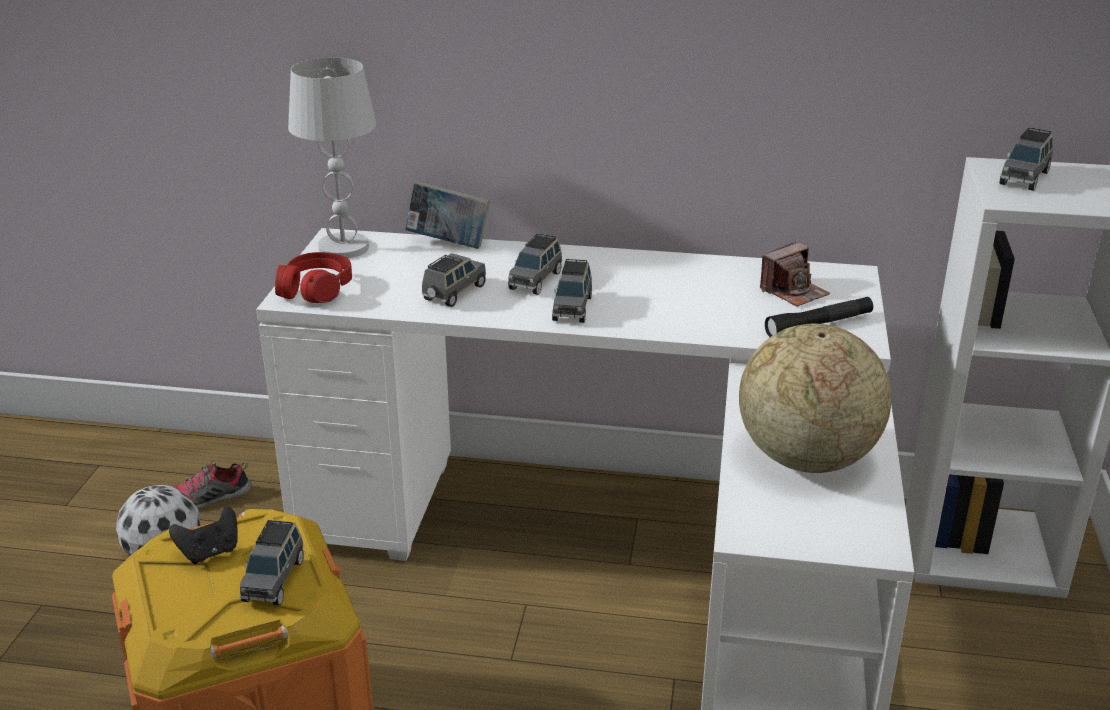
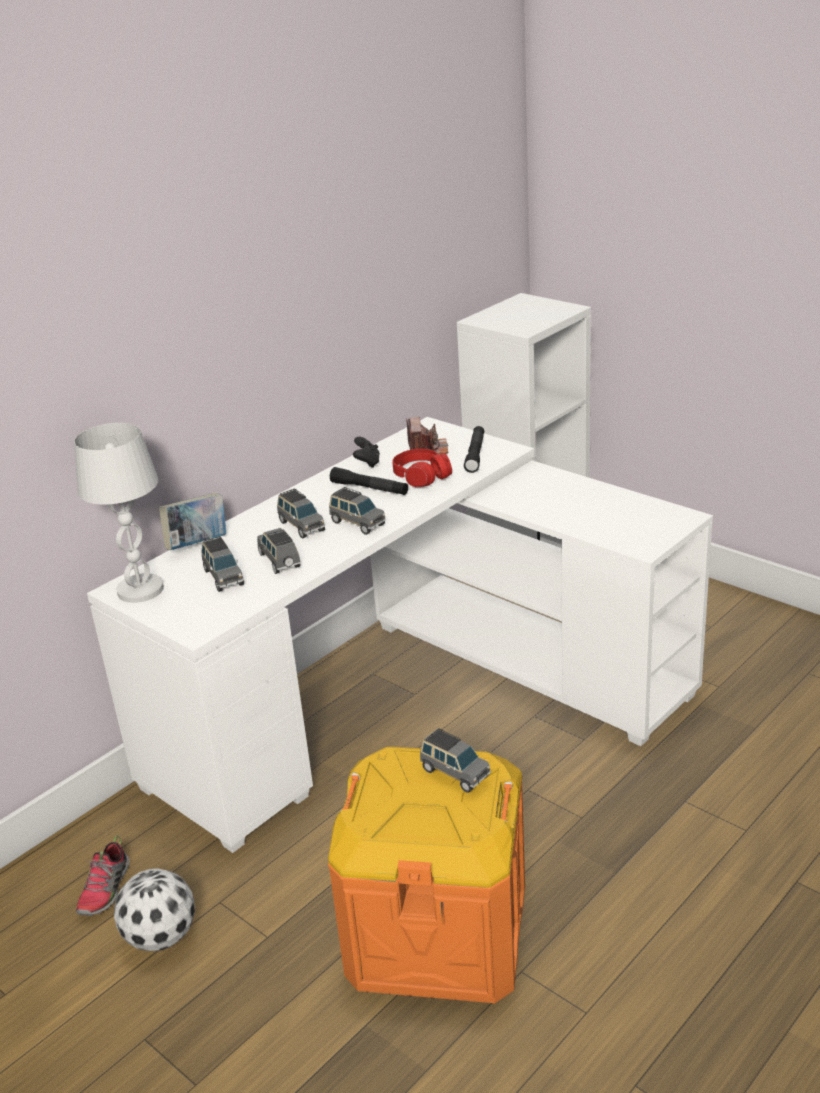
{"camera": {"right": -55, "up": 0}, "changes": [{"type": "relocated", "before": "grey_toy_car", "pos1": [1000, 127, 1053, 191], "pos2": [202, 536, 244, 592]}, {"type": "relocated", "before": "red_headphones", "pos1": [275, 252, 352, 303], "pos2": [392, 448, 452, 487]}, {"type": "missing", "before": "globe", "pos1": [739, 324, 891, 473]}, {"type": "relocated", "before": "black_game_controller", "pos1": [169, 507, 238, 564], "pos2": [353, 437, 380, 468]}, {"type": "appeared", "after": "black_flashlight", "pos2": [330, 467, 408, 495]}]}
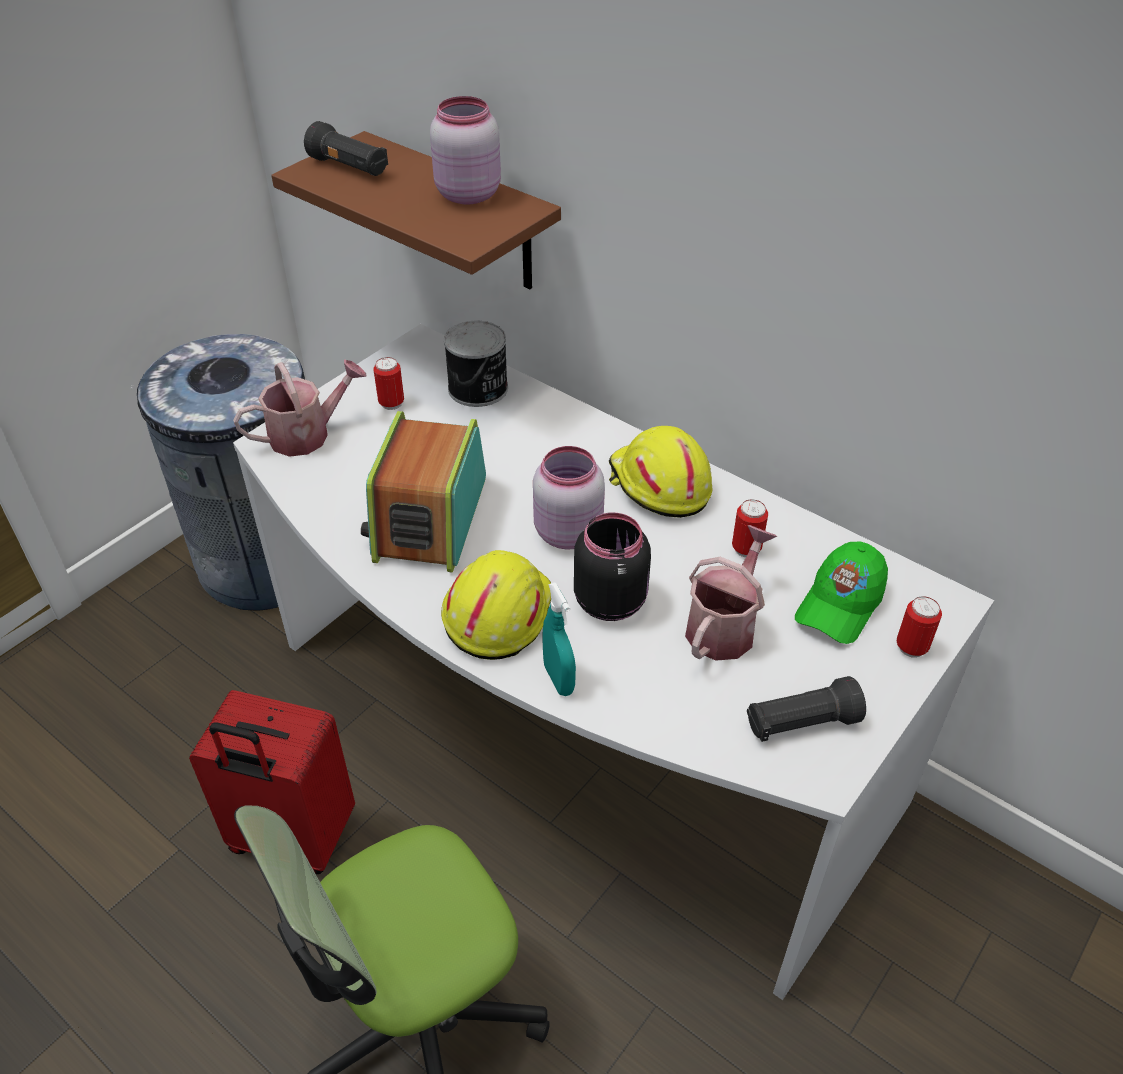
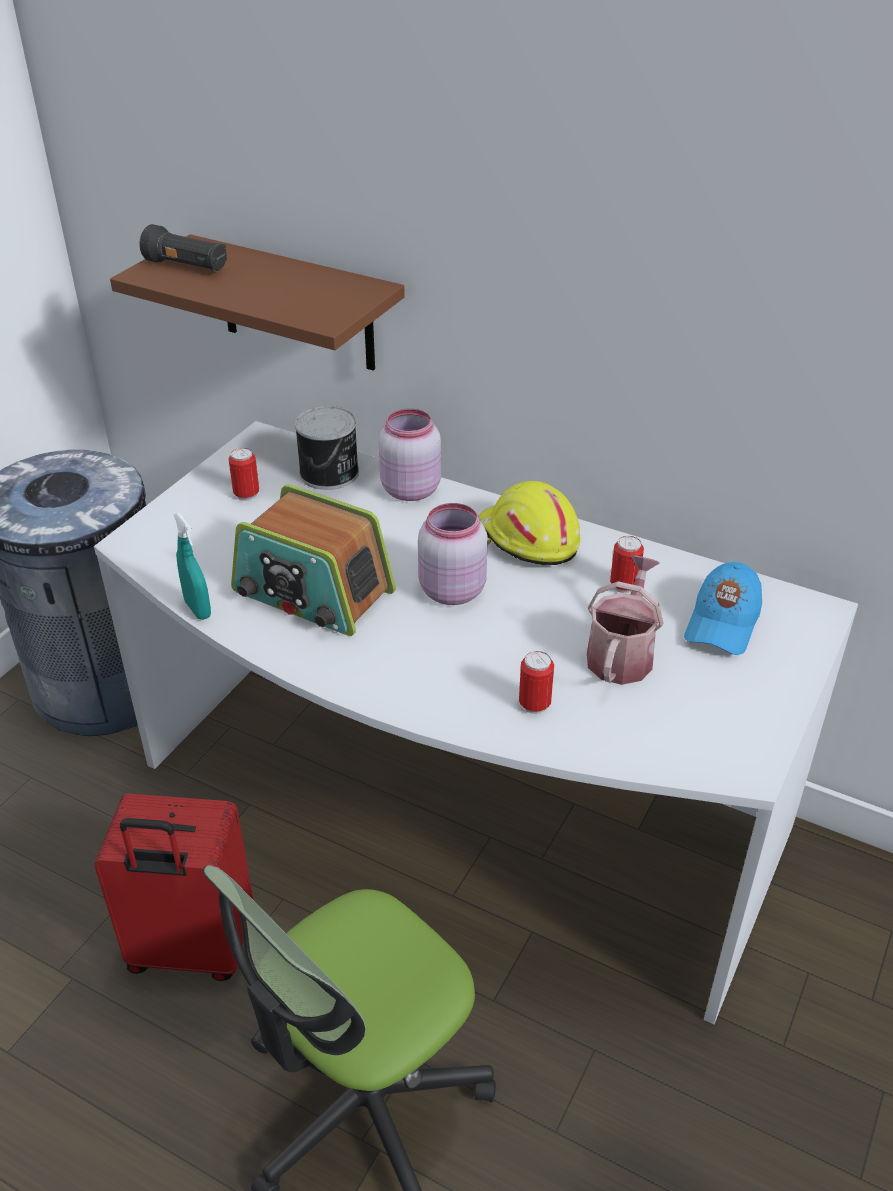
{"camera": {"right": -10, "up": -5}, "changes": [{"type": "relocated", "before": "pink_jar", "pos1": [430, 96, 501, 205], "pos2": [379, 409, 441, 501]}, {"type": "missing", "before": "watering_can", "pos1": [233, 359, 367, 457]}, {"type": "spun", "before": "radio", "pos1": [361, 411, 486, 572], "pos2": [231, 484, 396, 636], "turn": -60}, {"type": "missing", "before": "black_jar", "pos1": [574, 513, 651, 621]}, {"type": "colour", "before": "green_cap", "after": "blue_cap", "pos1": [795, 542, 888, 644], "pos2": [684, 562, 762, 655]}, {"type": "missing", "before": "yellow_hard_hat", "pos1": [441, 550, 551, 660]}, {"type": "relocated", "before": "turquoise_spray_bottle", "pos1": [543, 583, 576, 696], "pos2": [174, 512, 211, 620]}, {"type": "relocated", "before": "can", "pos1": [897, 596, 942, 658], "pos2": [519, 651, 554, 714]}, {"type": "missing", "before": "black_flashlight", "pos1": [747, 676, 866, 742]}]}
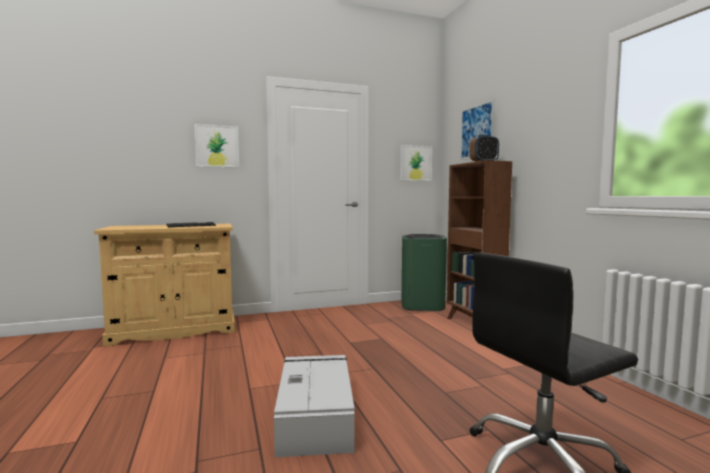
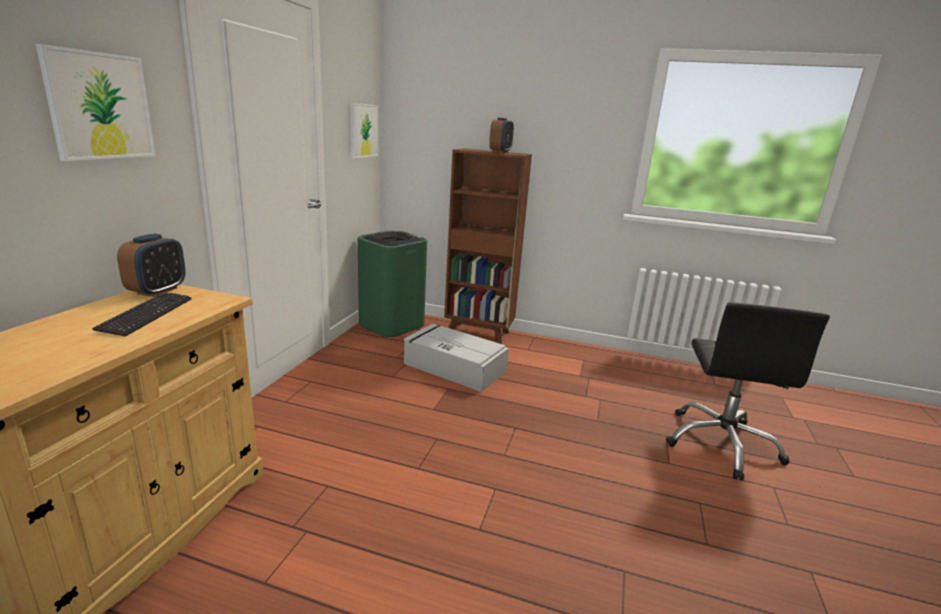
{"camera": {"right": -55, "up": 15}, "changes": [{"type": "missing", "before": "picture", "pos1": [460, 99, 495, 160]}, {"type": "relocated", "before": "grey_storage_box", "pos1": [274, 355, 355, 457], "pos2": [404, 323, 509, 392]}, {"type": "appeared", "after": "alarm_clock", "pos2": [117, 234, 186, 297]}]}
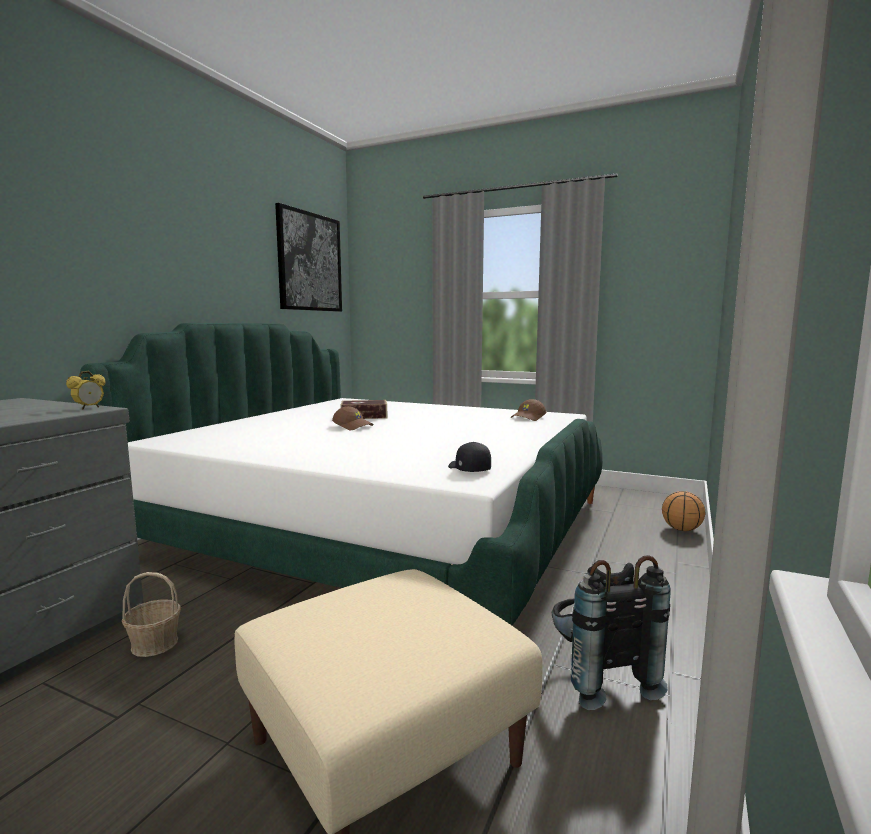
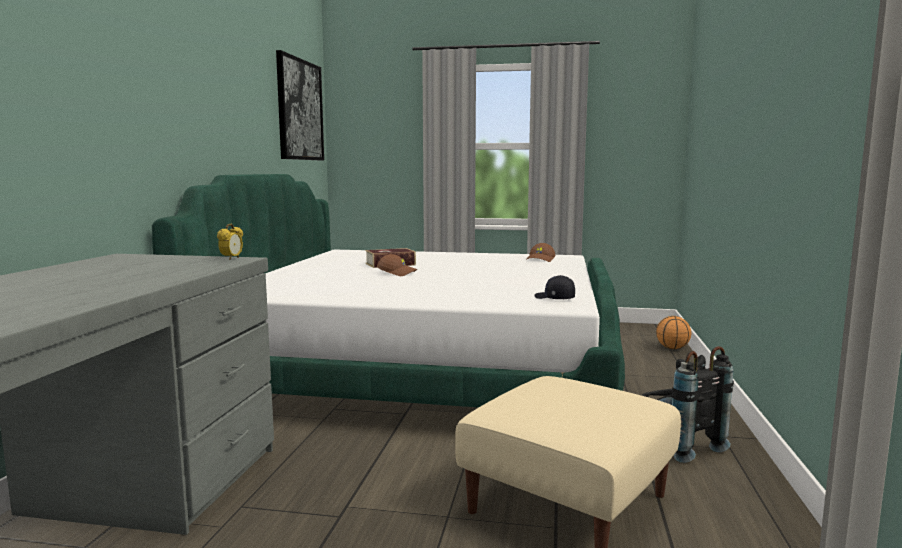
{"camera": {"right": -15, "up": 0}, "changes": [{"type": "missing", "before": "basket", "pos1": [122, 572, 181, 657]}]}
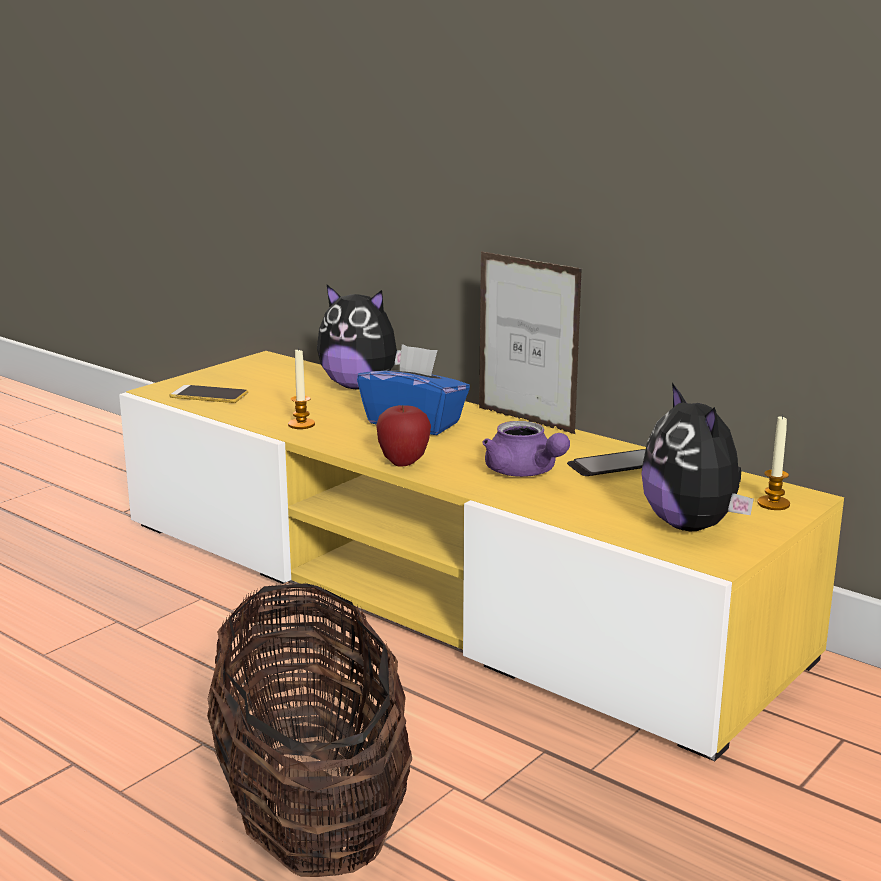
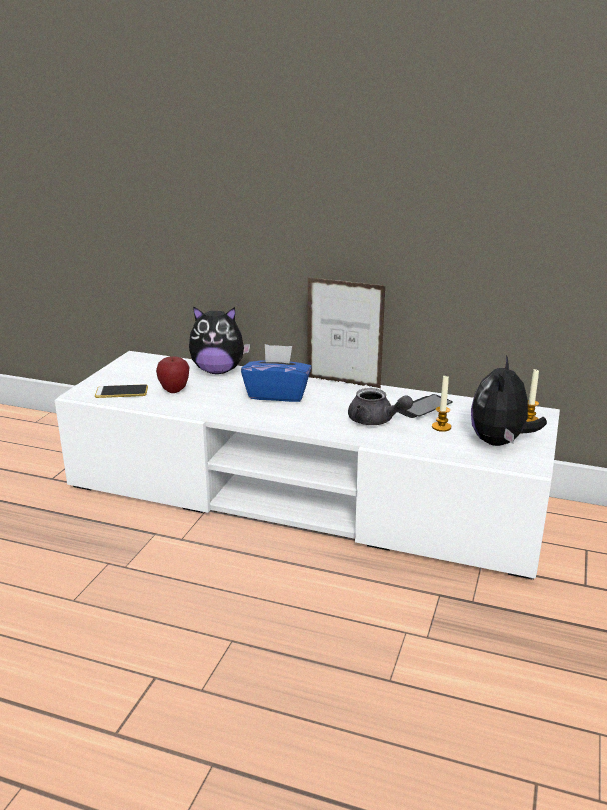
{"camera": {"right": -20, "up": 5}, "changes": [{"type": "relocated", "before": "candle", "pos1": [288, 348, 315, 429], "pos2": [432, 376, 451, 432]}, {"type": "colour", "before": "yellow_tv_stand", "after": "white_tv_stand", "pos1": [119, 351, 844, 761], "pos2": [55, 351, 560, 580]}, {"type": "spun", "before": "plush_toy", "pos1": [642, 383, 754, 531], "pos2": [471, 355, 547, 446], "turn": 60}, {"type": "relocated", "before": "apple", "pos1": [376, 405, 431, 467], "pos2": [156, 356, 189, 393]}, {"type": "colour", "before": "purple_teapot", "after": "grey_teapot", "pos1": [482, 421, 570, 477], "pos2": [348, 388, 413, 425]}, {"type": "missing", "before": "basket", "pos1": [207, 583, 412, 877]}]}
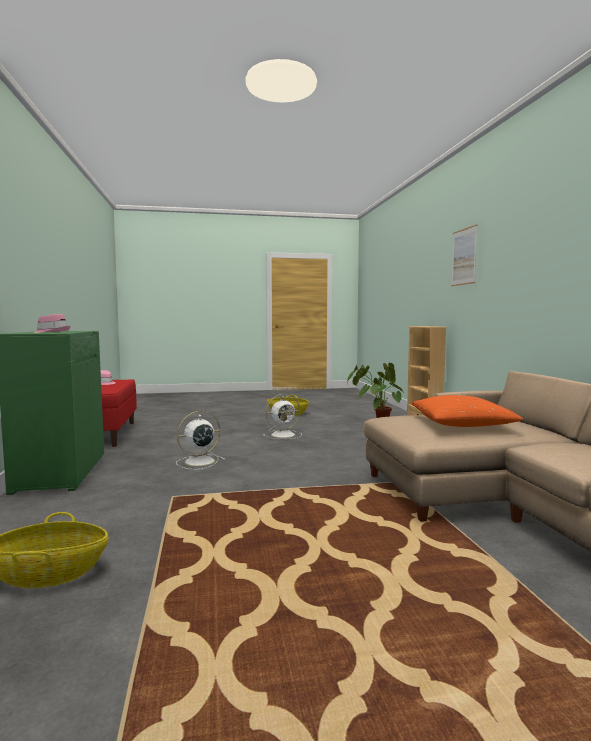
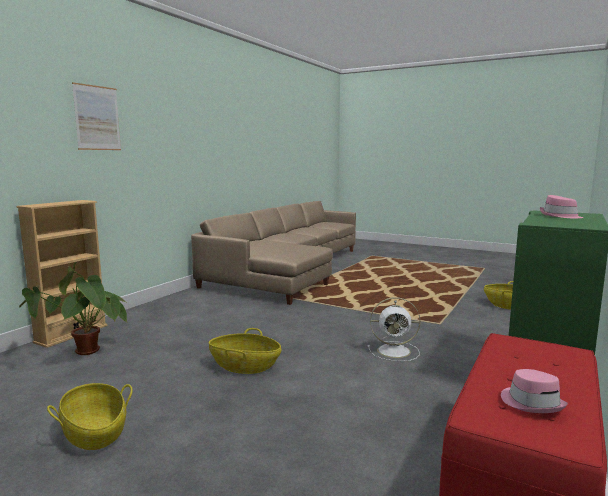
{"camera": {"right": -140, "up": 5}, "changes": [{"type": "exchanged", "before": "white_fan", "after": "basket", "pos1": [263, 394, 302, 439], "pos2": [209, 328, 281, 374]}, {"type": "missing", "before": "orange_pillow", "pos1": [411, 395, 524, 427]}]}
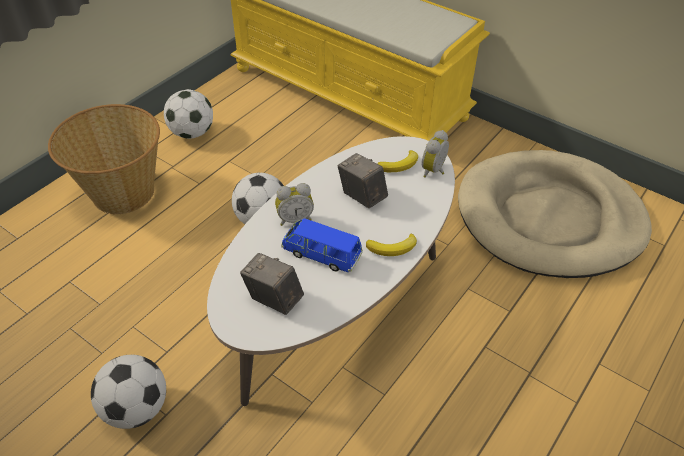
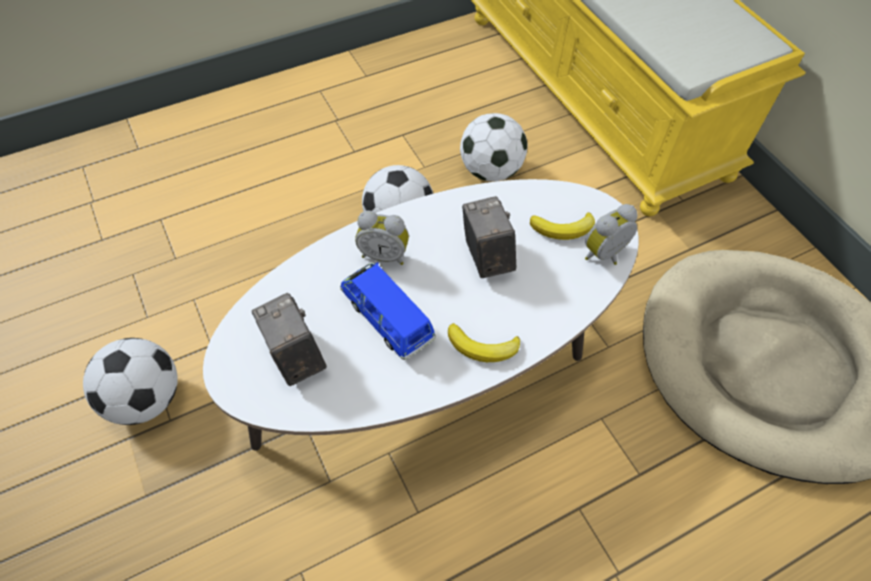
{"camera": {"right": 25, "up": 10}, "changes": [{"type": "relocated", "before": "football", "pos1": [164, 89, 213, 139], "pos2": [460, 113, 527, 181]}, {"type": "missing", "before": "basket", "pos1": [48, 104, 160, 214]}]}
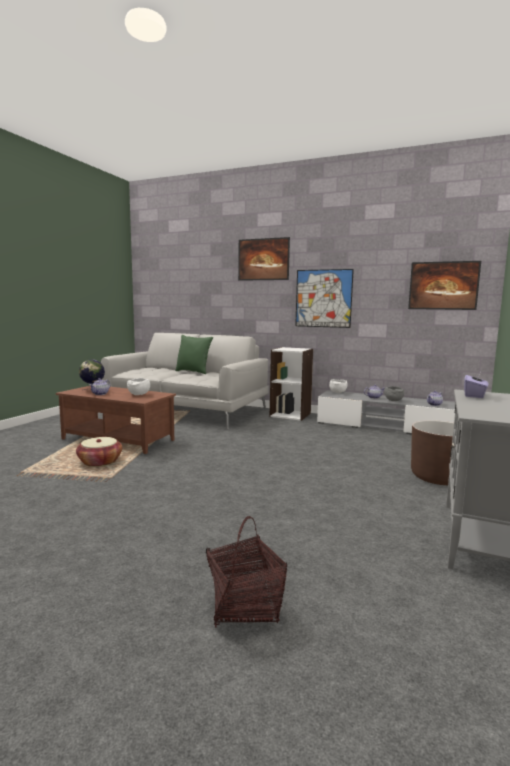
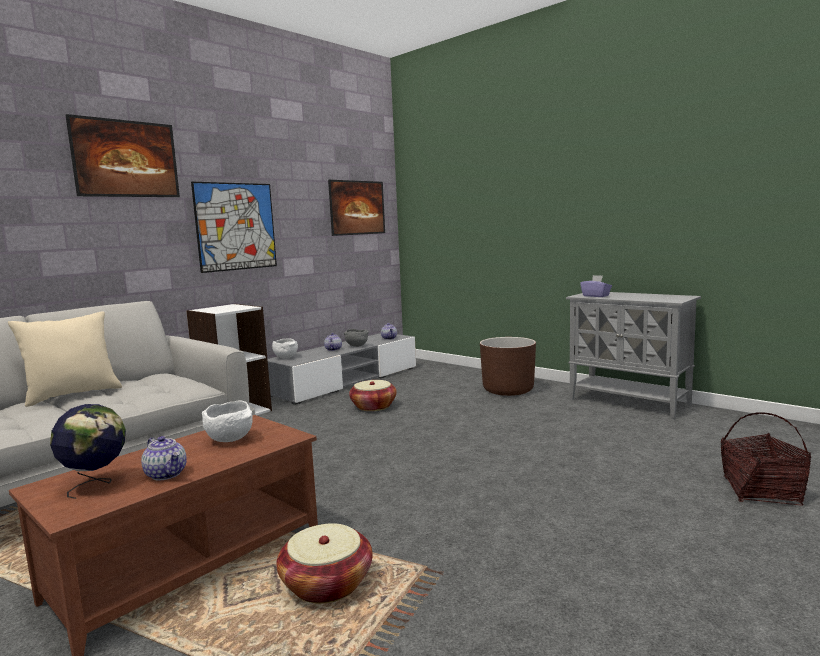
{"camera": {"right": -70, "up": 0}, "changes": [{"type": "colour", "before": "green_pillow", "after": "beige_pillow", "pos1": [175, 335, 213, 374], "pos2": [8, 311, 122, 407]}, {"type": "appeared", "after": "basket", "pos2": [349, 380, 397, 411]}]}
